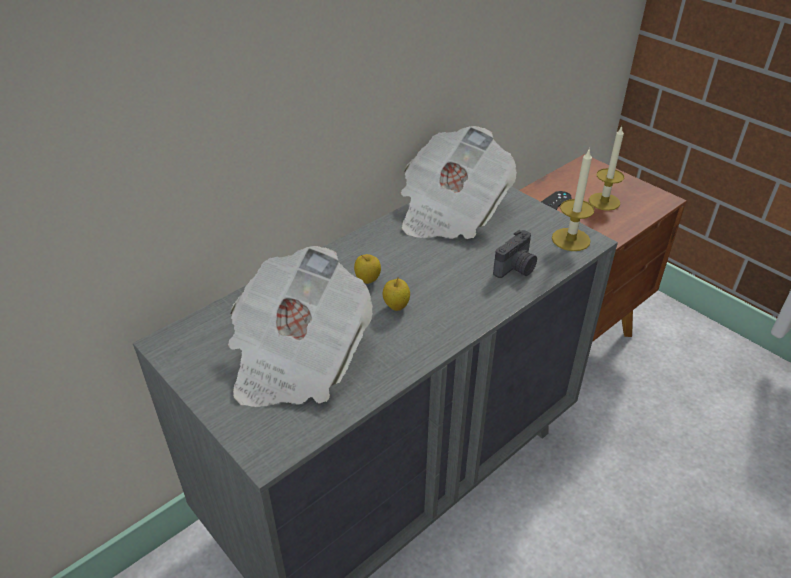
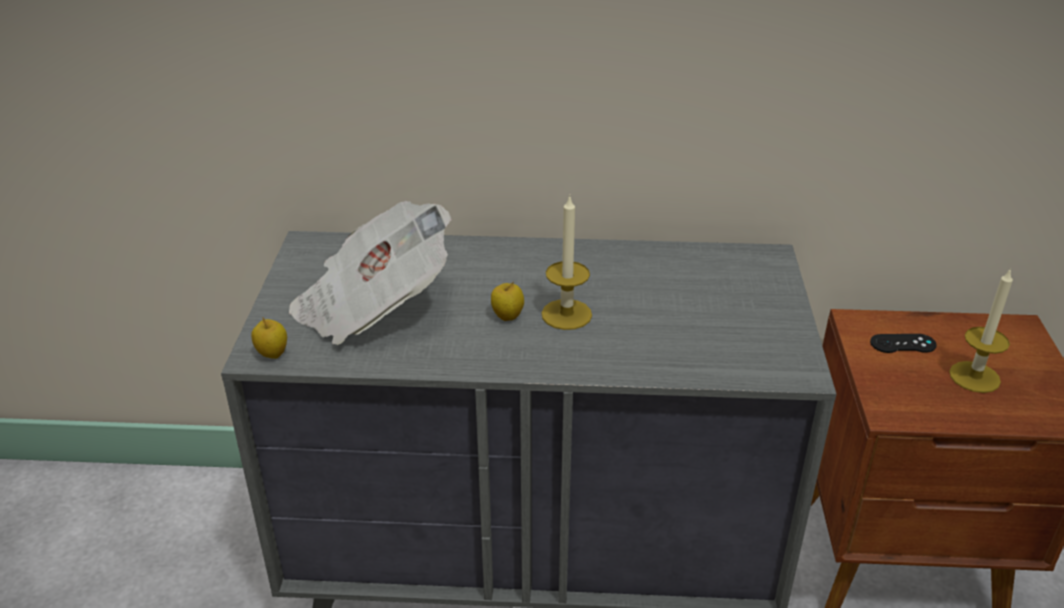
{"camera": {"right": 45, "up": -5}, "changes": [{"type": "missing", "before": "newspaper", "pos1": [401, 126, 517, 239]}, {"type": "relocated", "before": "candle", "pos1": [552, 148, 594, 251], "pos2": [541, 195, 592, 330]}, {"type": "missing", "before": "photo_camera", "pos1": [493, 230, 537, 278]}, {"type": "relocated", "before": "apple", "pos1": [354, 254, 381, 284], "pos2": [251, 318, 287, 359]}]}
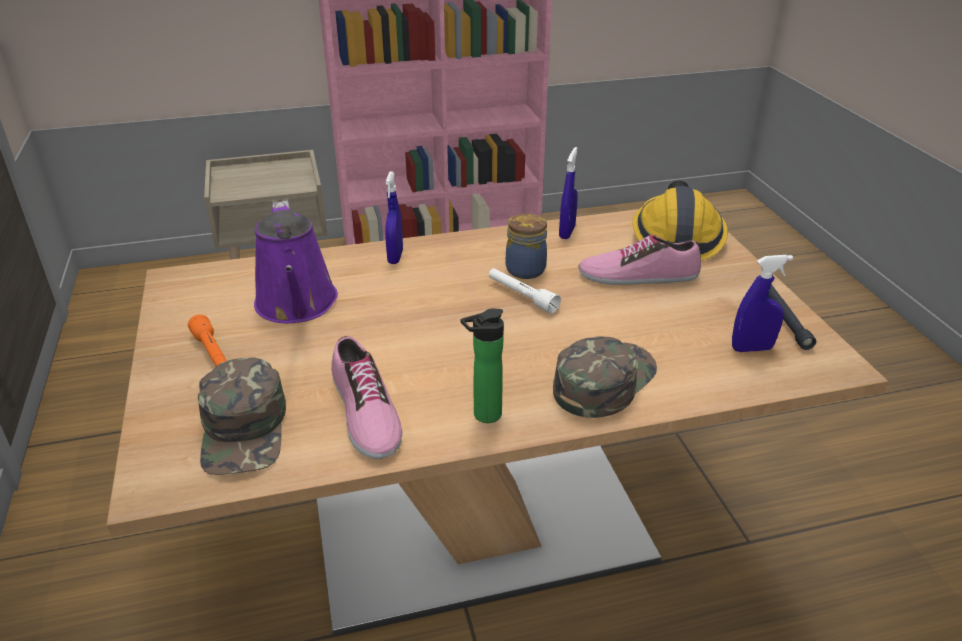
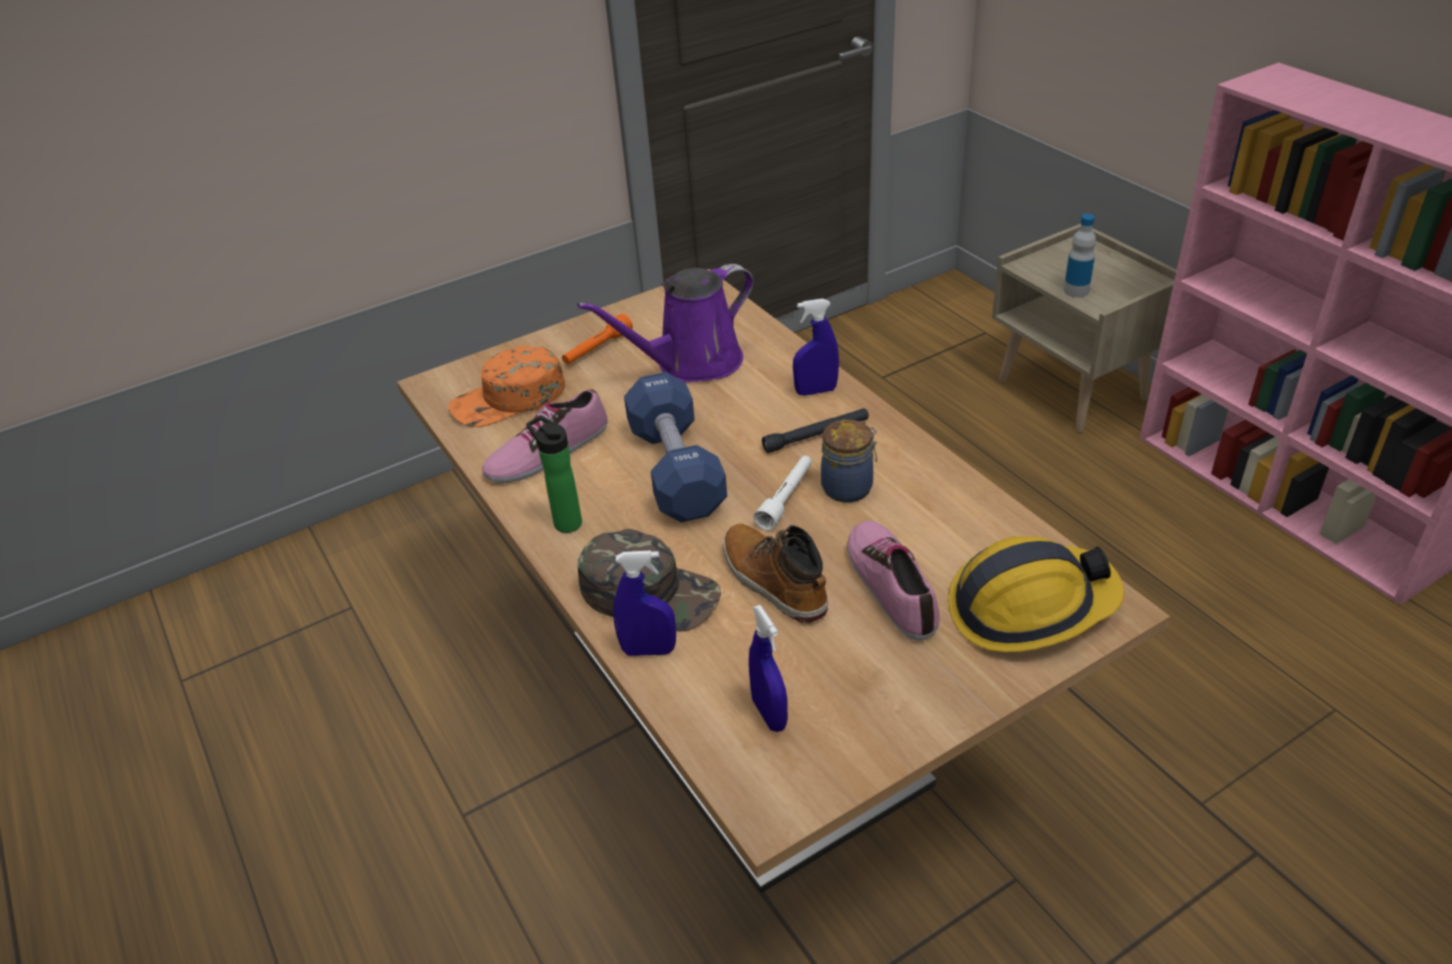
{"camera": {"right": 75, "up": 5}, "changes": [{"type": "relocated", "before": "blue_spray_bottle", "pos1": [559, 147, 578, 239], "pos2": [613, 550, 676, 656]}, {"type": "relocated", "before": "black_flashlight", "pos1": [768, 284, 816, 350], "pos2": [762, 408, 869, 453]}, {"type": "colour", "before": "green_cap", "after": "orange_cap", "pos1": [197, 358, 286, 475], "pos2": [448, 346, 565, 427]}, {"type": "appeared", "after": "bottle", "pos2": [1064, 214, 1096, 297]}, {"type": "appeared", "after": "blue_dumbbell", "pos2": [624, 372, 727, 522]}, {"type": "appeared", "after": "boot", "pos2": [723, 524, 828, 623]}]}
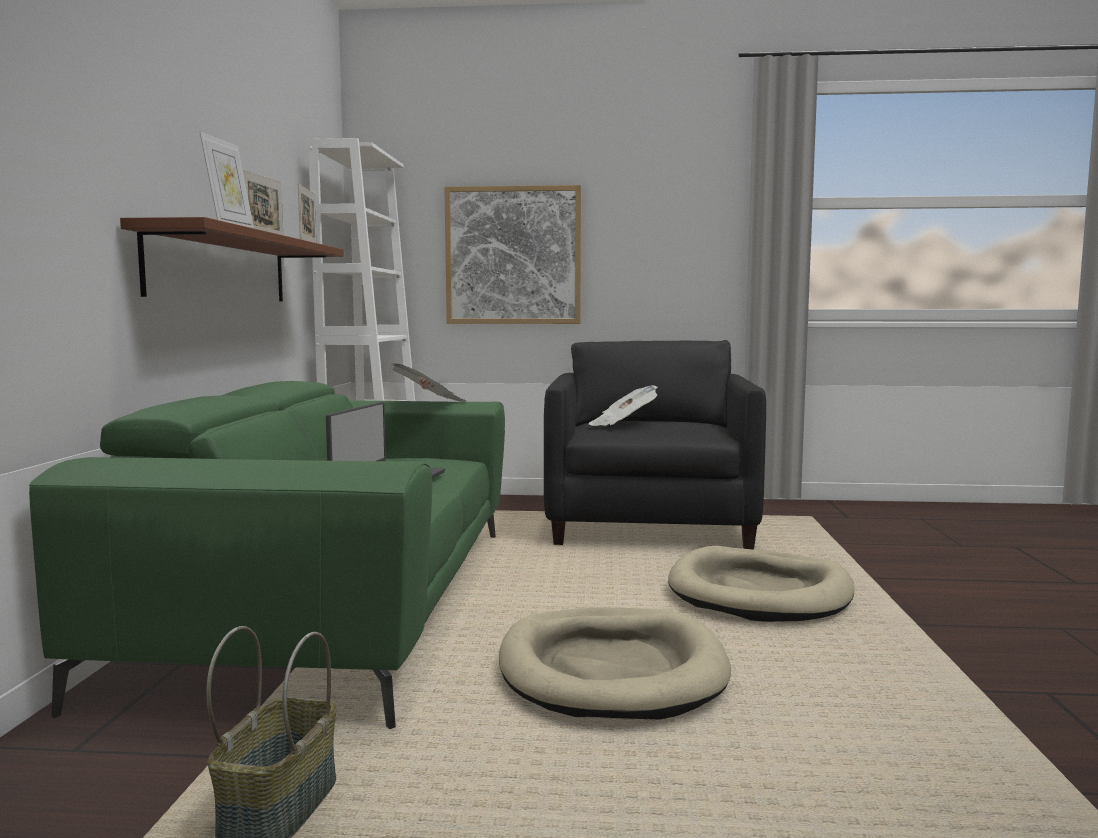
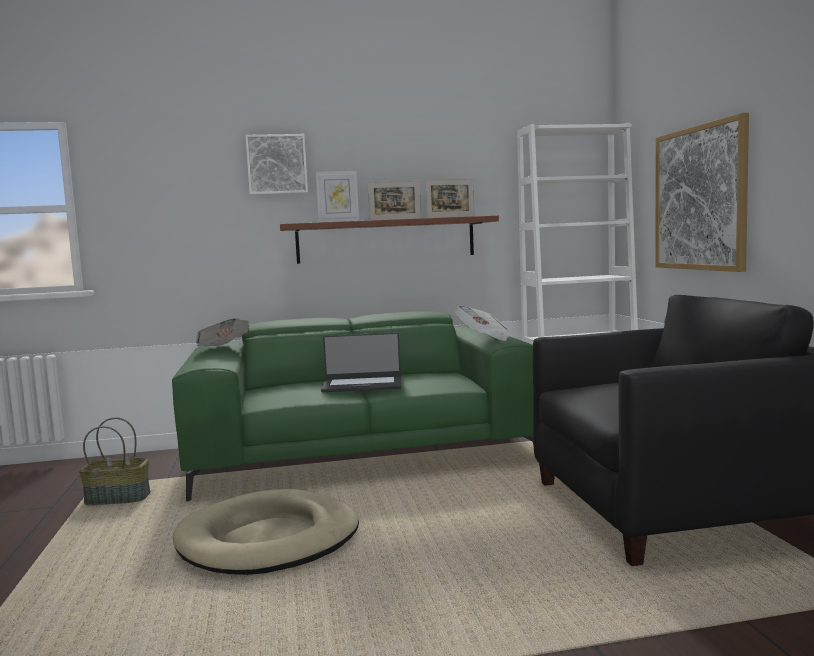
{"camera": {"right": 75, "up": 0}, "changes": [{"type": "relocated", "before": "newspaper", "pos1": [589, 385, 658, 426], "pos2": [196, 318, 250, 347]}, {"type": "missing", "before": "beige_dog_bed", "pos1": [668, 546, 855, 622]}, {"type": "appeared", "after": "picture", "pos2": [245, 134, 308, 195]}]}
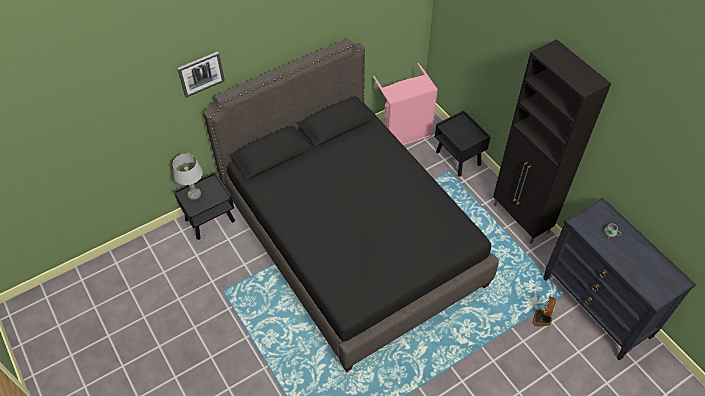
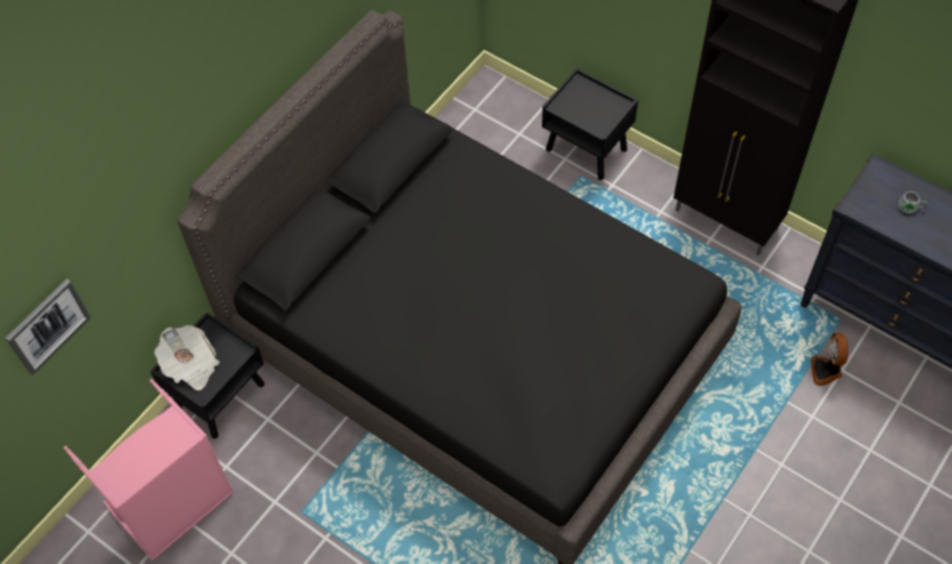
{"camera": {"right": -20, "up": 5}, "changes": [{"type": "relocated", "before": "picture", "pos1": [177, 52, 225, 98], "pos2": [5, 279, 91, 375]}, {"type": "relocated", "before": "pink_laundry_basket", "pos1": [373, 63, 438, 145], "pos2": [64, 379, 234, 561]}, {"type": "exchanged", "before": "grey_table_lamp", "after": "newspaper", "pos1": [173, 153, 203, 200], "pos2": [154, 325, 220, 391]}]}
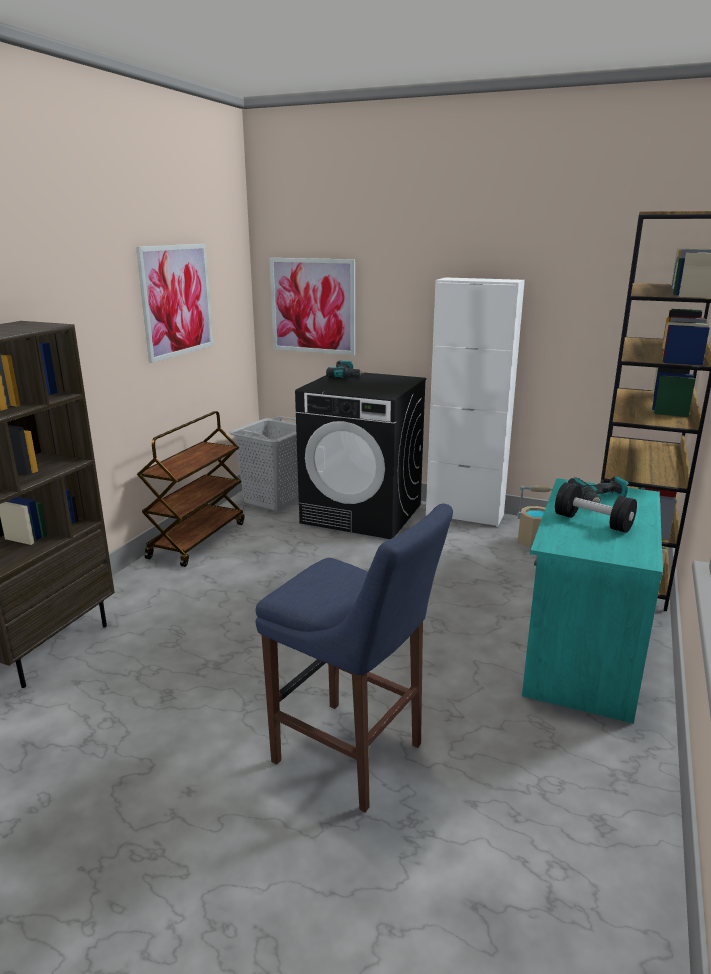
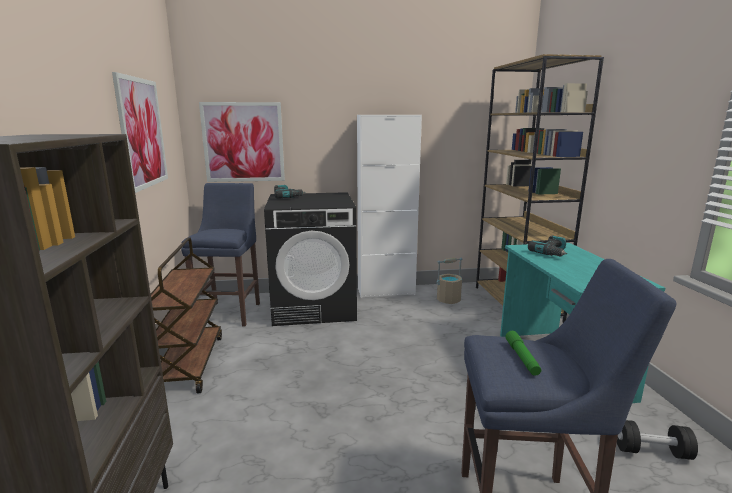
{"camera": {"right": -30, "up": -5}, "changes": [{"type": "exchanged", "before": "grey_laundry_basket", "after": "blue_stool", "pos1": [229, 416, 299, 511], "pos2": [181, 183, 260, 326]}, {"type": "relocated", "before": "black_dumbbell", "pos1": [555, 483, 637, 533], "pos2": [617, 420, 698, 460]}, {"type": "appeared", "after": "green_flashlight", "pos2": [506, 331, 541, 376]}]}
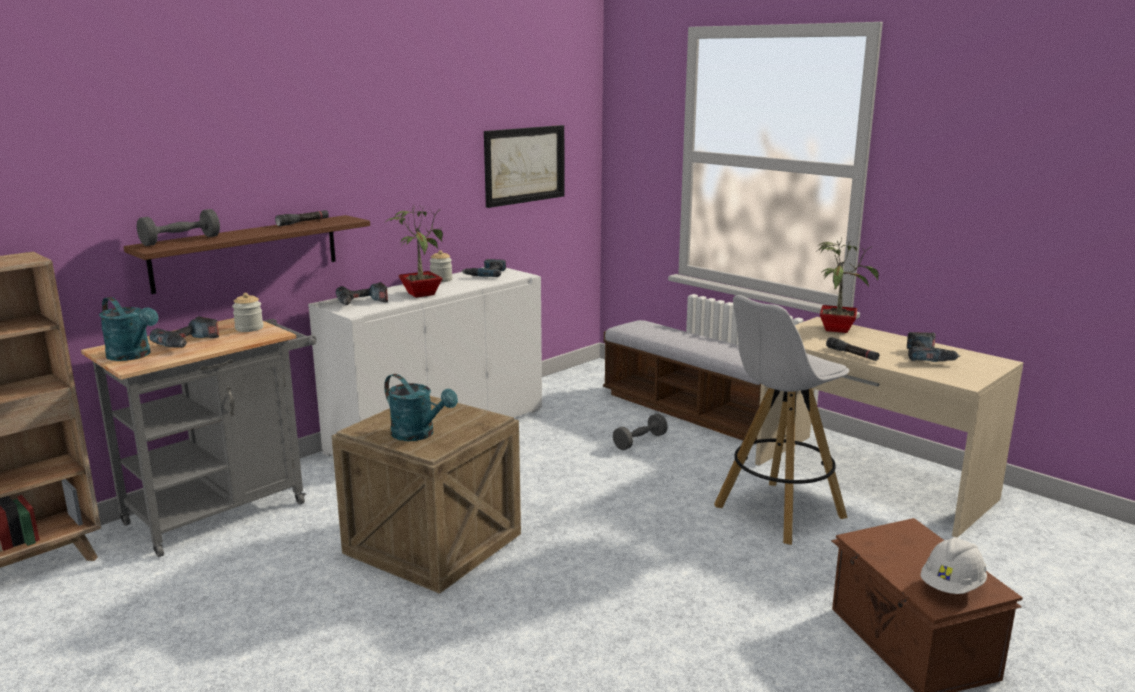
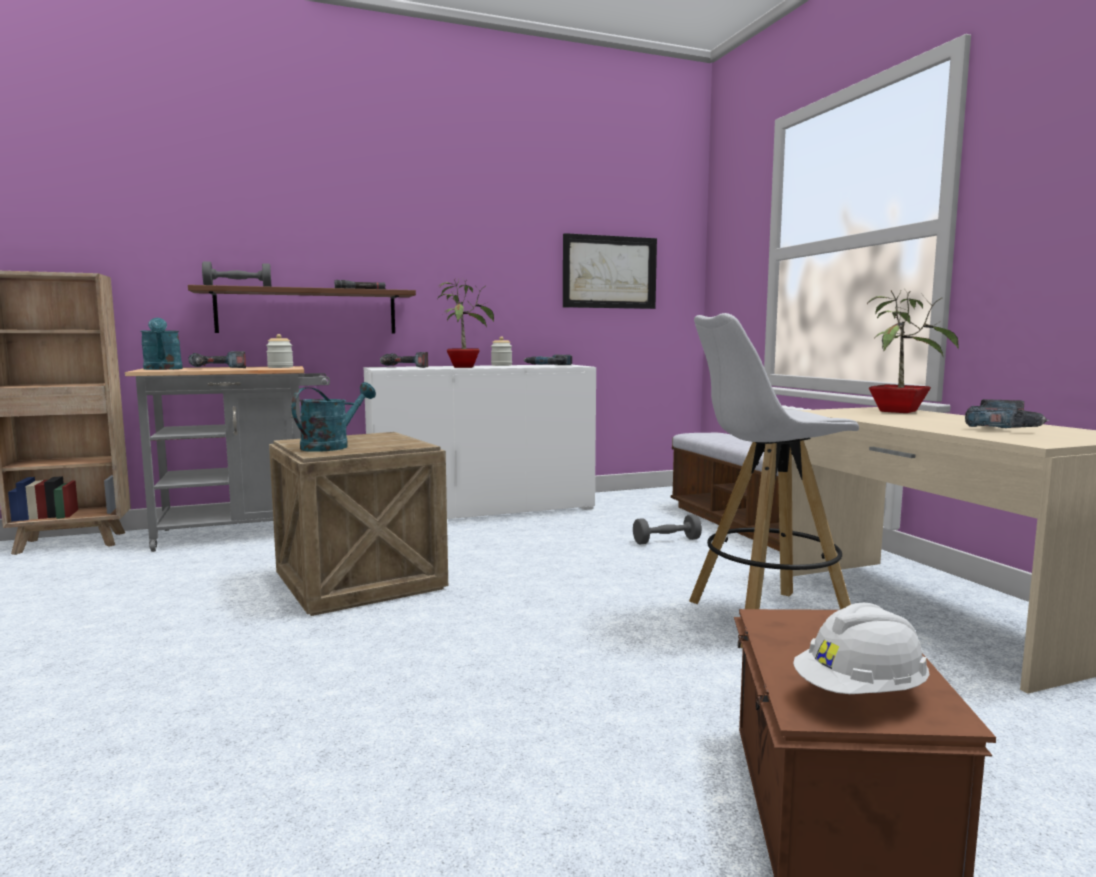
{"camera": {"right": 25, "up": -10}, "changes": [{"type": "missing", "before": "black_flashlight", "pos1": [826, 337, 880, 361]}, {"type": "spun", "before": "turquoise_watering_can", "pos1": [384, 374, 458, 441], "pos2": [291, 382, 376, 452], "turn": -120}]}
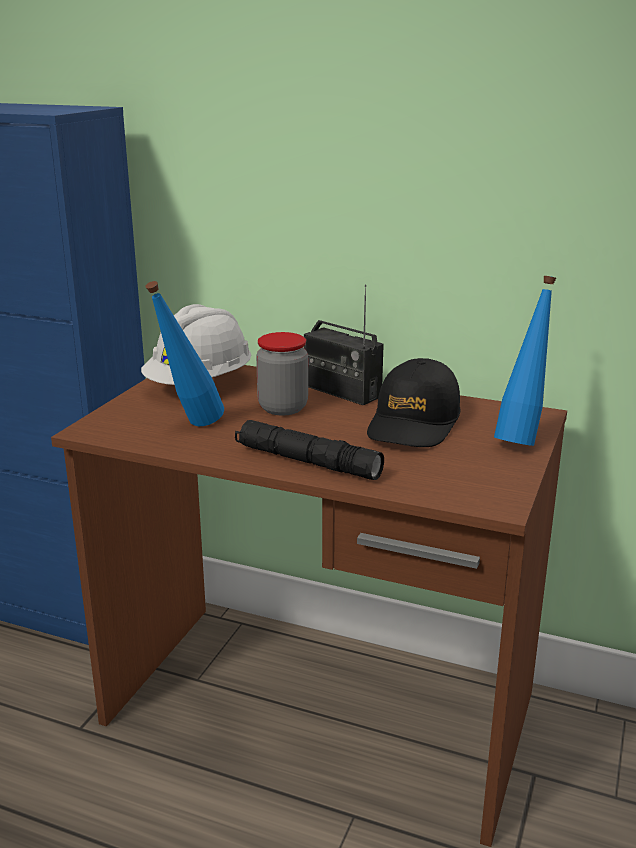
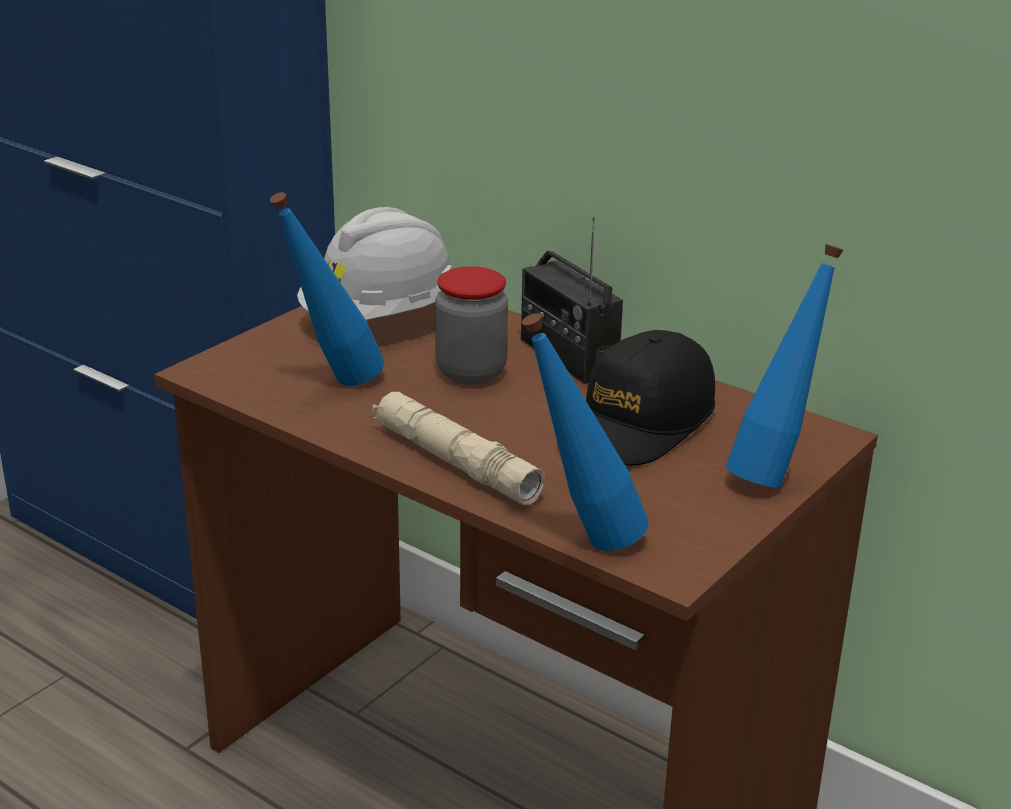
{"camera": {"right": 15, "up": 5}, "changes": [{"type": "colour", "before": "black_flashlight", "after": "beige_flashlight", "pos1": [235, 420, 384, 480], "pos2": [372, 392, 545, 505]}, {"type": "appeared", "after": "blue_bottle", "pos2": [522, 314, 649, 551]}]}
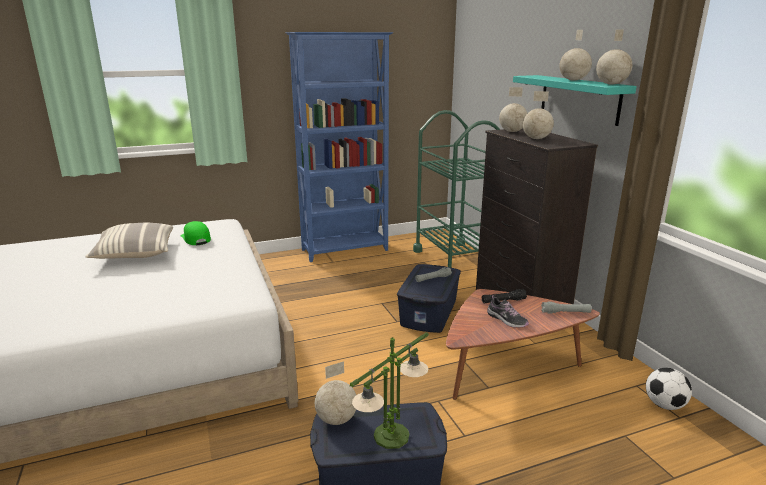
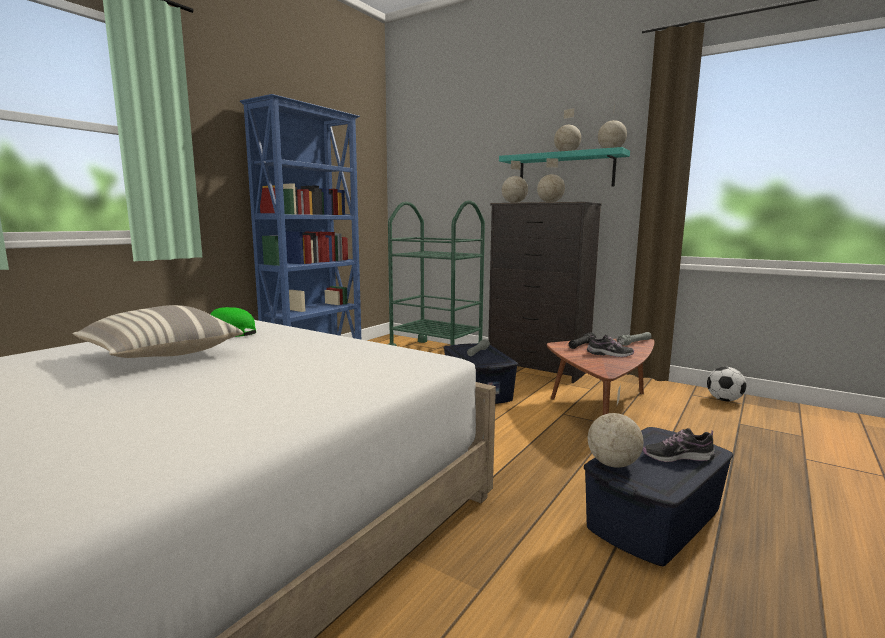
{"camera": {"right": -35, "up": -10}, "changes": [{"type": "exchanged", "before": "table_lamp", "after": "shoe", "pos1": [350, 332, 429, 449], "pos2": [643, 428, 715, 462]}]}
